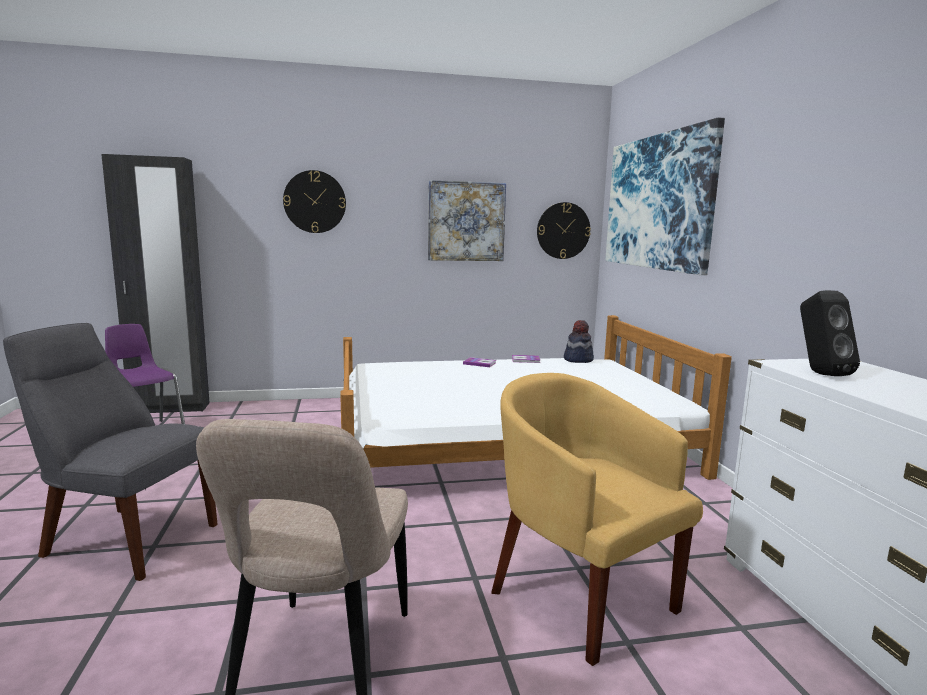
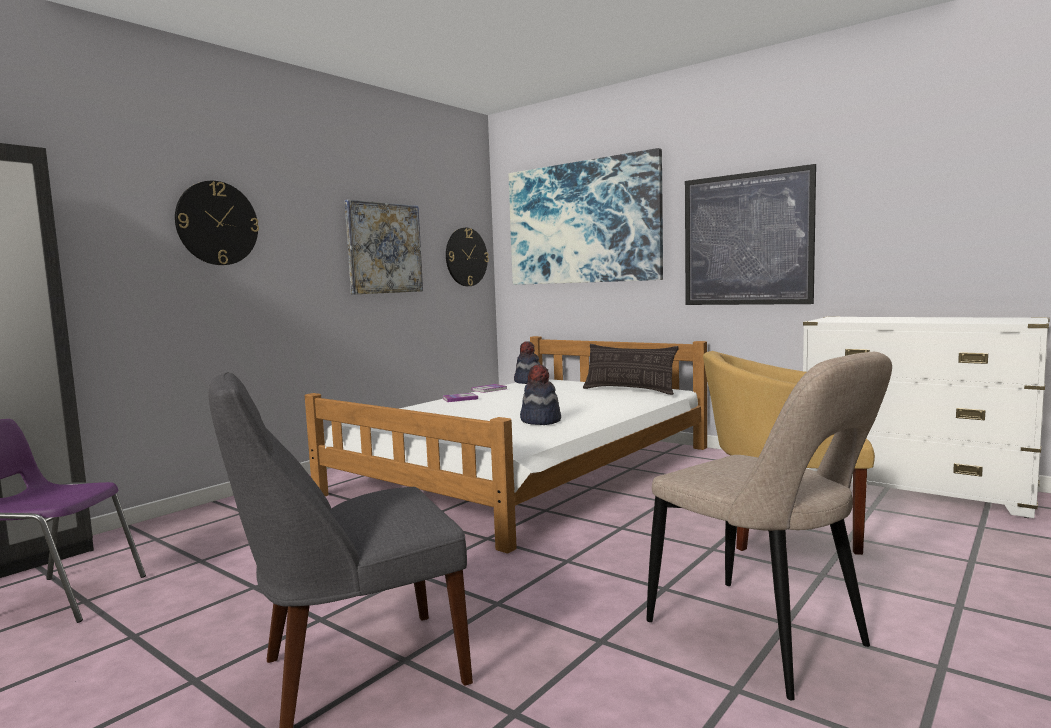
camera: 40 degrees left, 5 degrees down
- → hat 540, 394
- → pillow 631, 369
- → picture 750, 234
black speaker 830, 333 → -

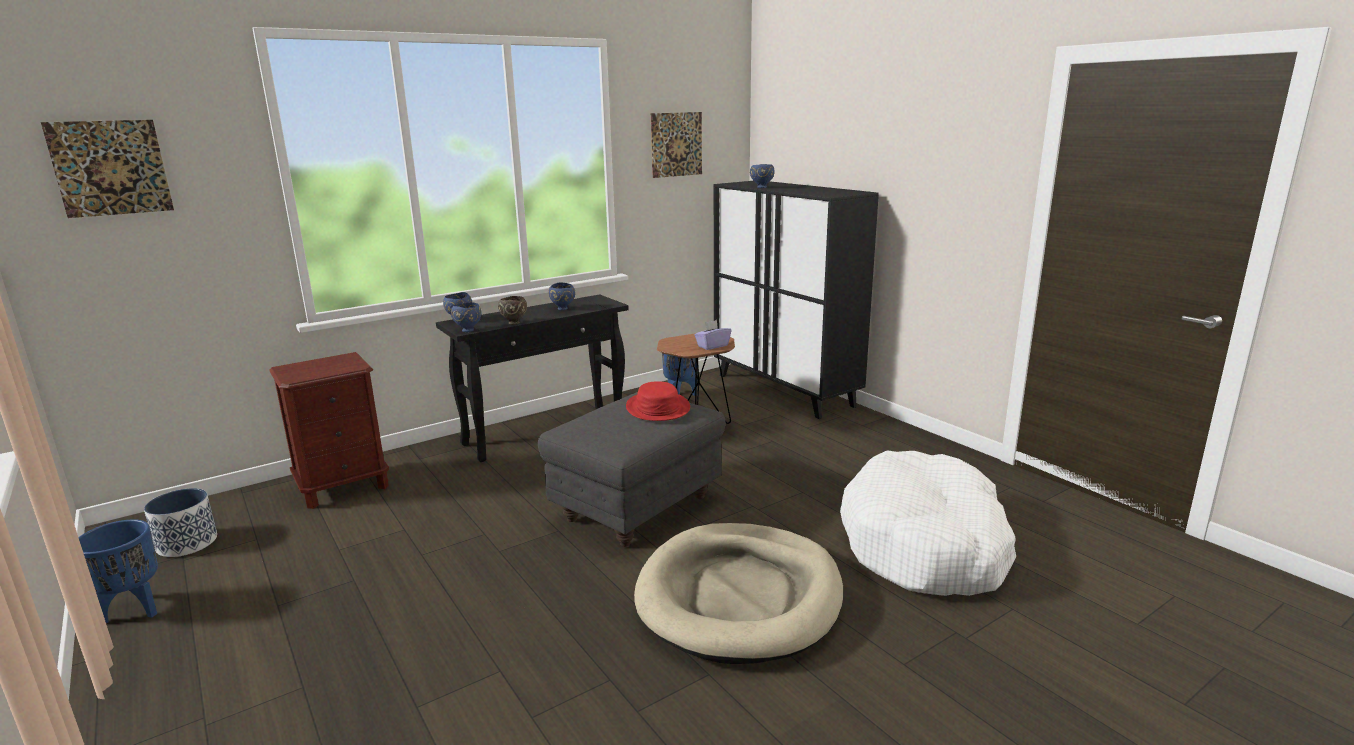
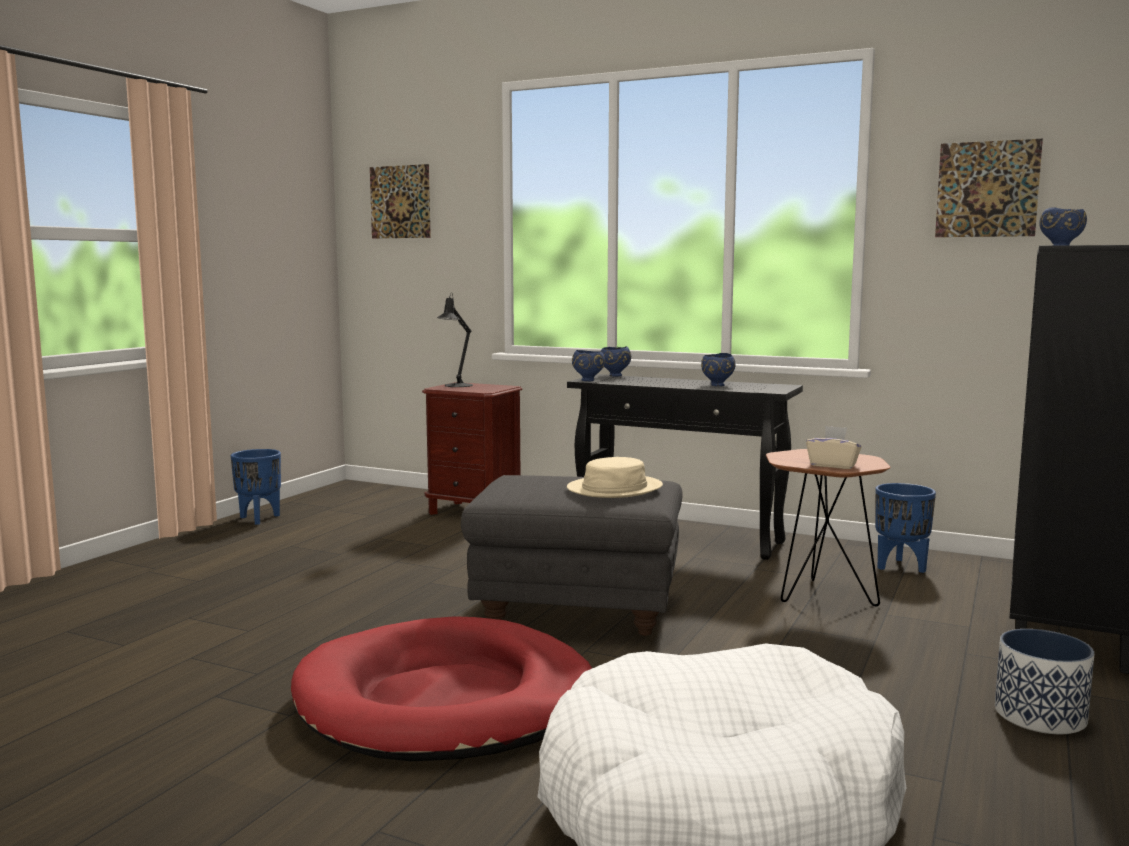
camera: 60 degrees right, 10 degrees down
beige dog bed 738, 593 → red dog bed 441, 688
- → black table lamp 455, 340
red hat 658, 401 → beige hat 615, 477
purple tissue box 712, 335 → beige tissue box 834, 447
planter 180, 522 → planter 1044, 681, relocated
brown bowl 512, 310 → -

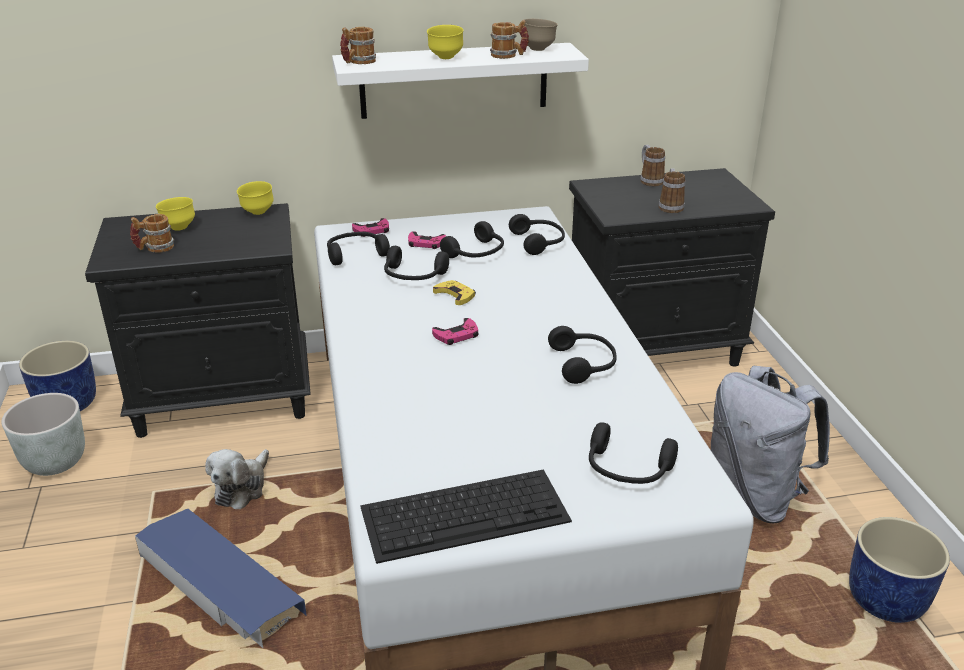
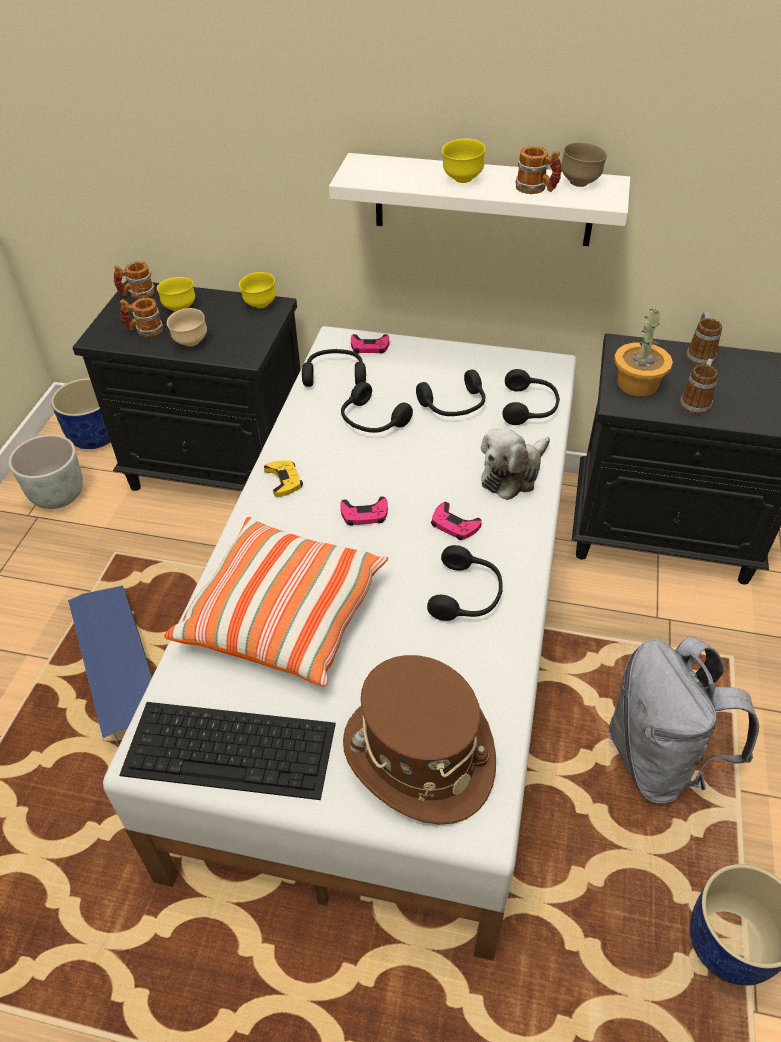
camera: 25 degrees right, 15 degrees up
mug 358, 45 → mug 134, 280, relocated
- → pillow 276, 601
- → beige bowl 187, 327
yellow game controller 454, 292 → yellow game controller 283, 478, relocated
black headphones 633, 453 → brown hat 419, 739
pink game controller 427, 240 → pink game controller 456, 521, relocated
plush toy 237, 479 → plush toy 515, 464, relocated
- → potted plant 643, 351

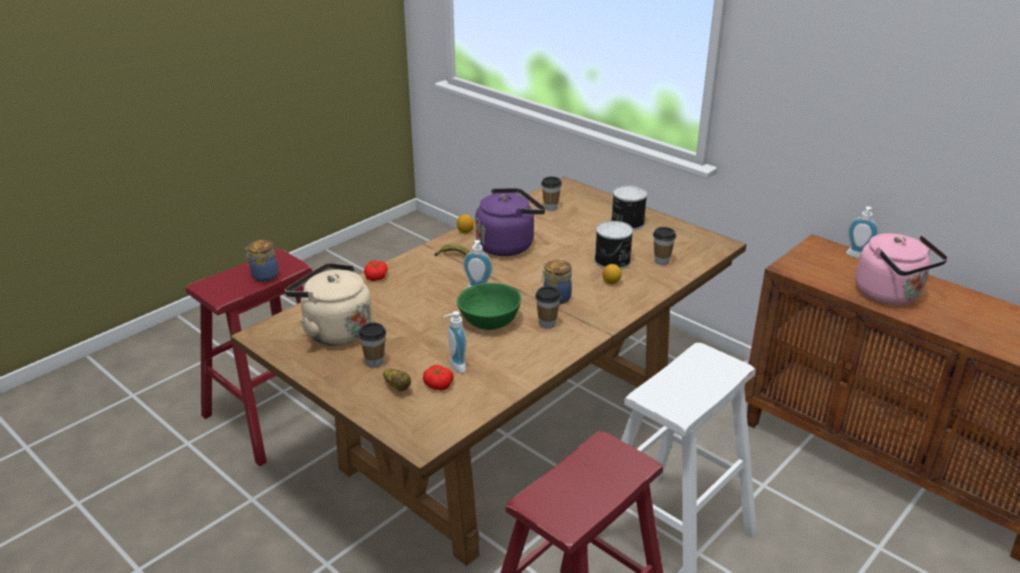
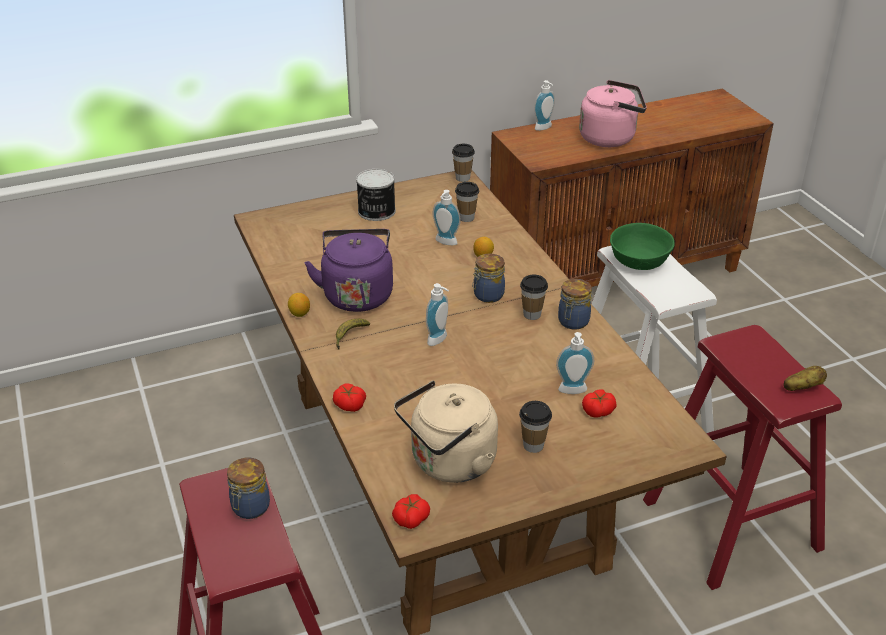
camera: 65 degrees left, 5 degrees up
- → tomato 411, 511
can 614, 245 → soap dispenser 447, 217
cup 551, 194 → cup 463, 163, relocated
- → jar 575, 304
green bowl 489, 306 → green bowl 642, 246, relocated
potato 397, 380 → potato 805, 378, relocated

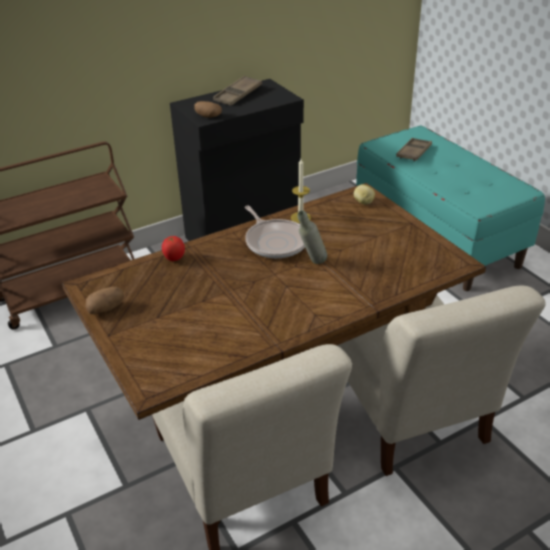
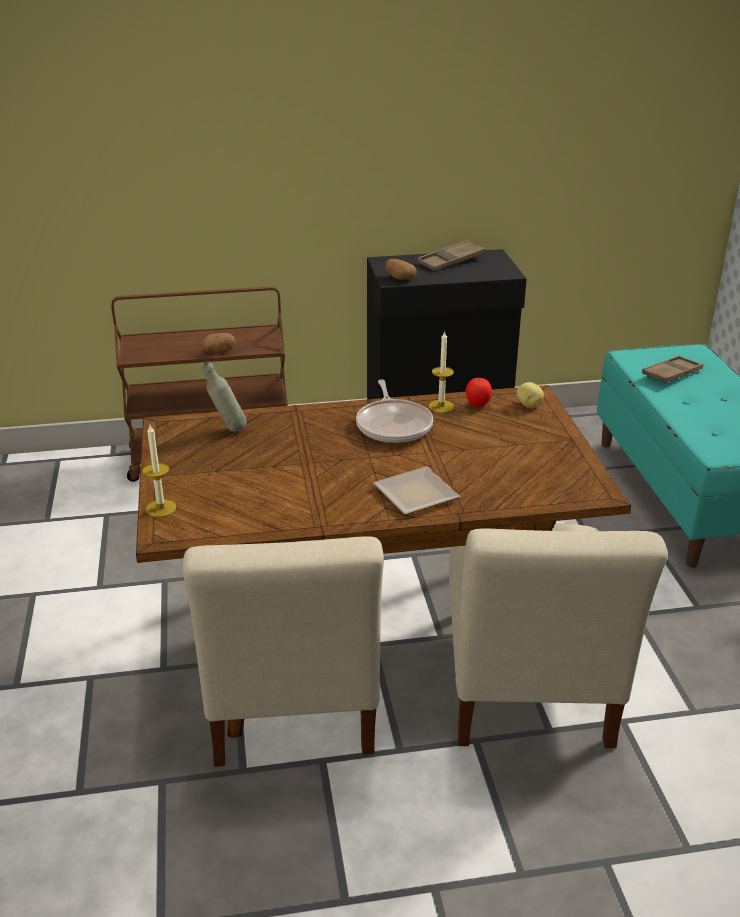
camera: 20 degrees right, 5 degrees down
- → candle 159, 471
potato 104, 300 → potato 218, 342, relocated
grey bottle 312, 237 → grey bottle 224, 396, relocated
- → plate 416, 491
tomato 173, 248 → tomato 479, 392, relocated

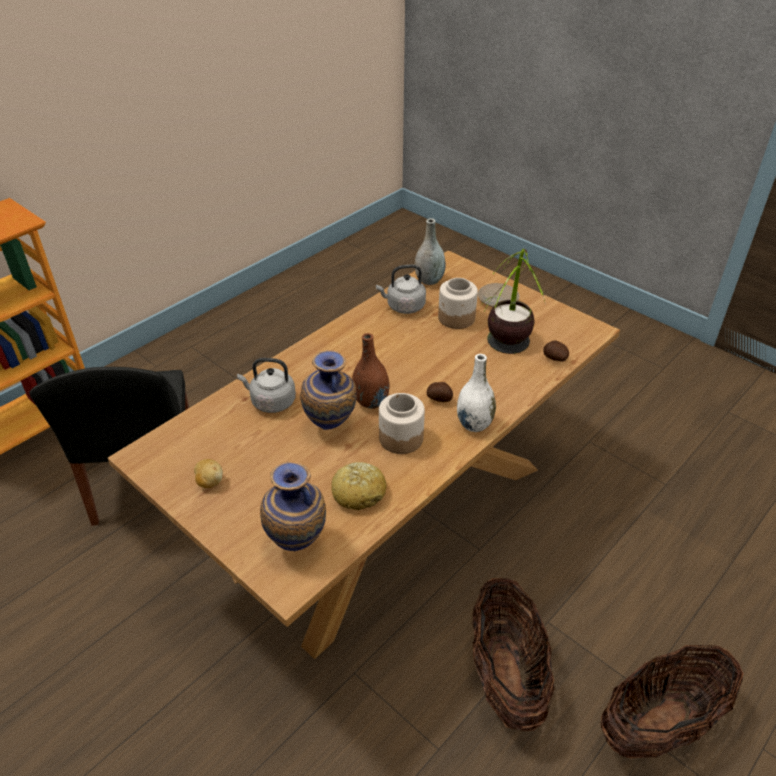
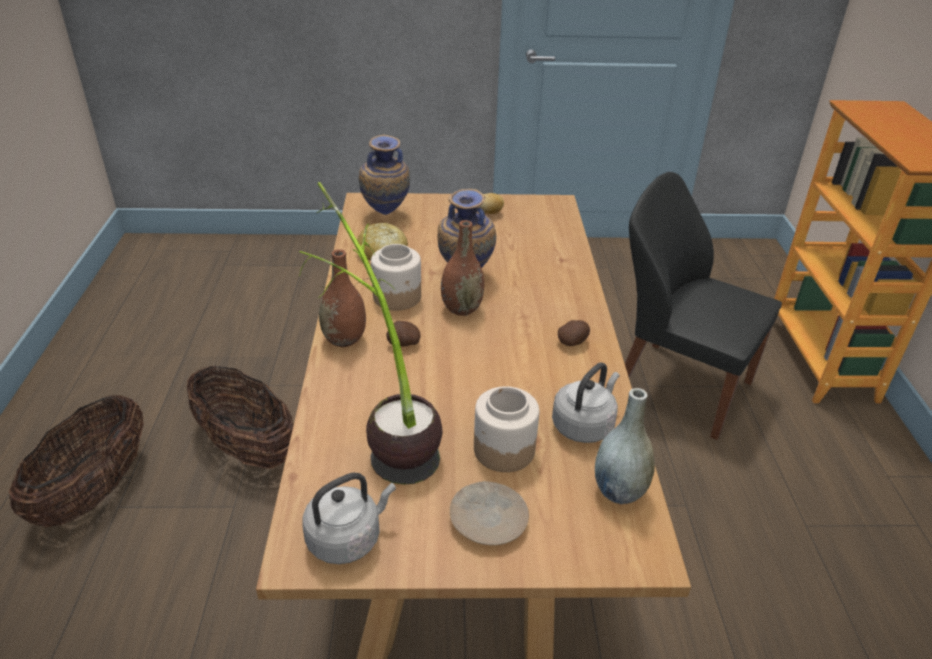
camera: 135 degrees right, 5 degrees down
grey kettle 266, 385 → grey kettle 349, 518, relocated
white vase 476, 393 → brown vase 342, 298
potato 556, 351 → potato 574, 333, relocated

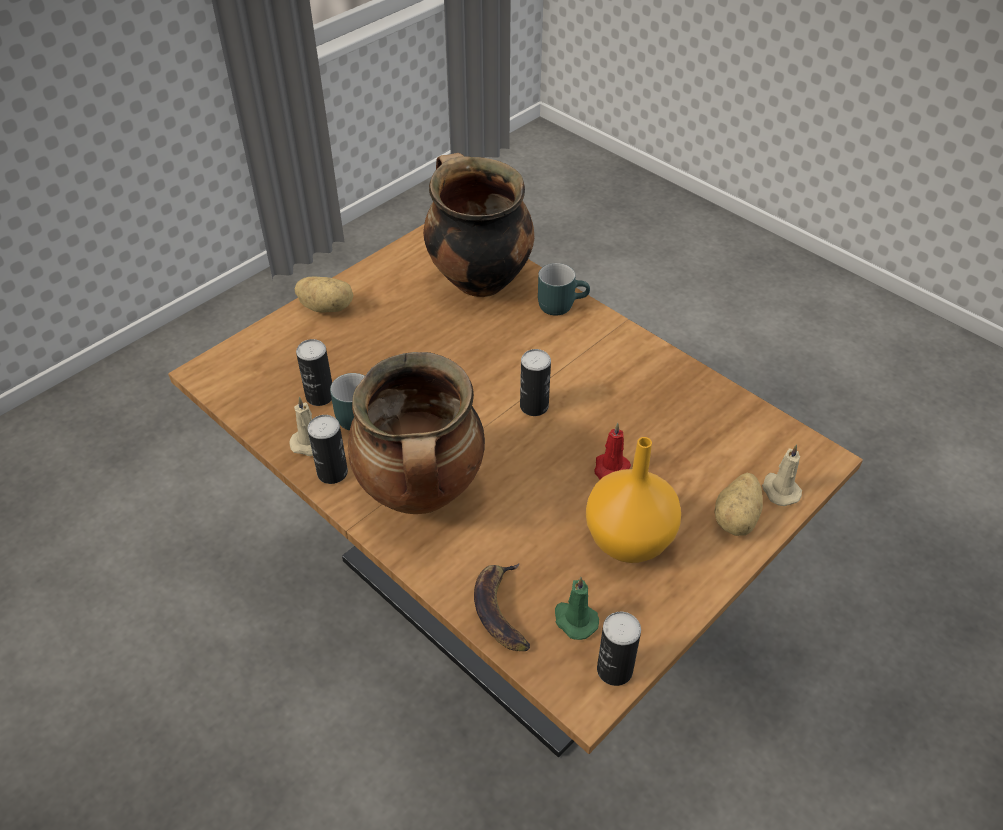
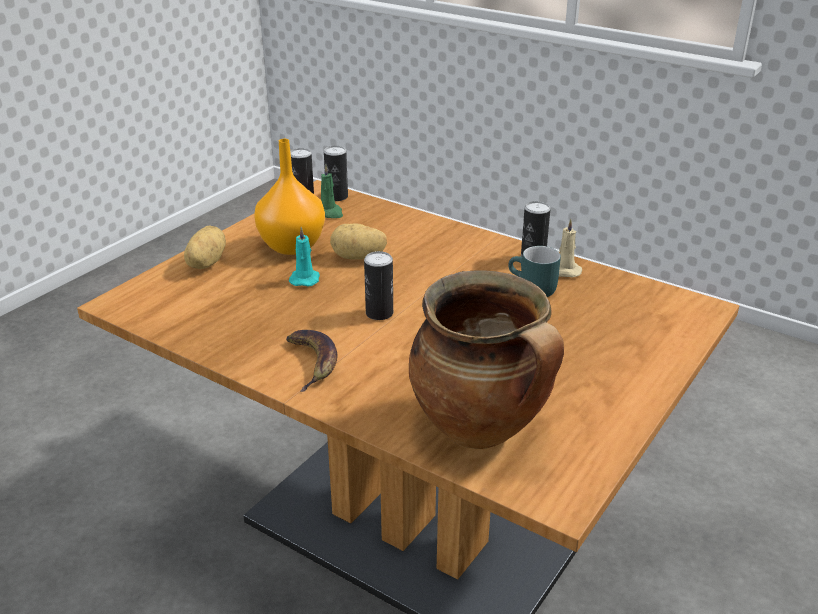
camera: 170 degrees right, 15 degrees down
banana 502, 607 → banana 311, 361, relocated
red candle 613, 451 → turquoise candle 304, 257
can 314, 372 → can 336, 173, relocated
potato 324, 294 → potato 358, 241, relocated
cooking pot 416, 433 → -
turquoise mug 564, 289 → -
beige candle 782, 475 → -

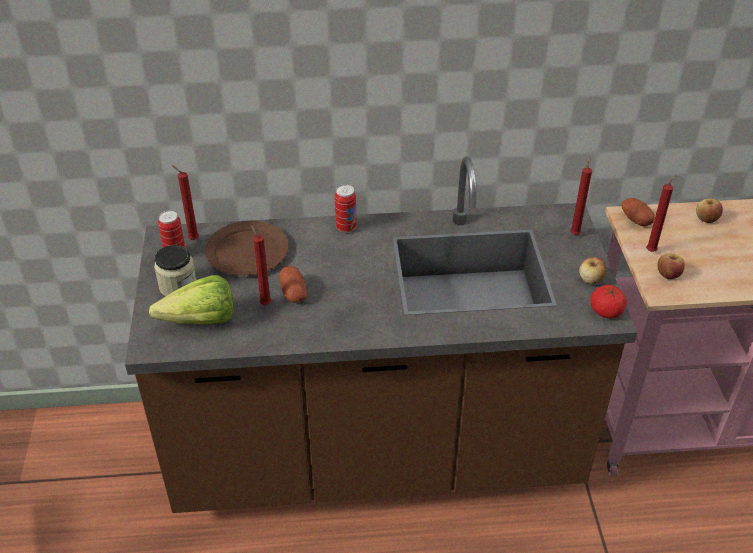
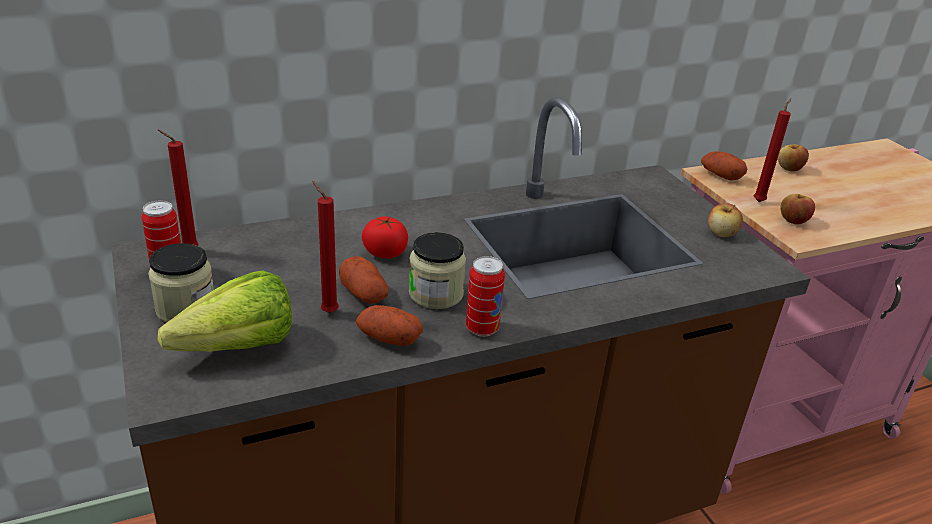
camera: 20 degrees left, 10 degrees down
- → potato 389, 325
tomato 608, 302 → tomato 385, 237, relocated
- → jar 437, 270
can 346, 209 → can 485, 296, relocated
brown plate 247, 248 → -
red candle 581, 196 → -

